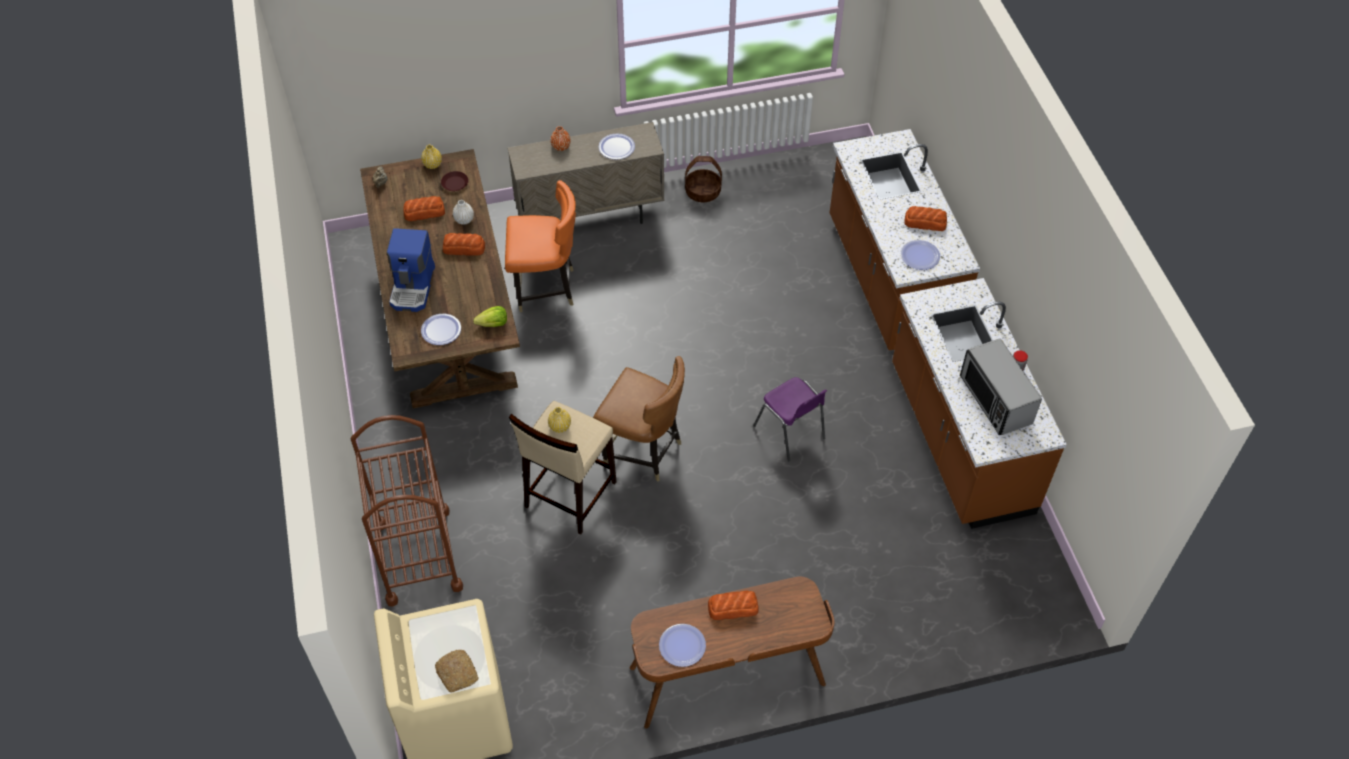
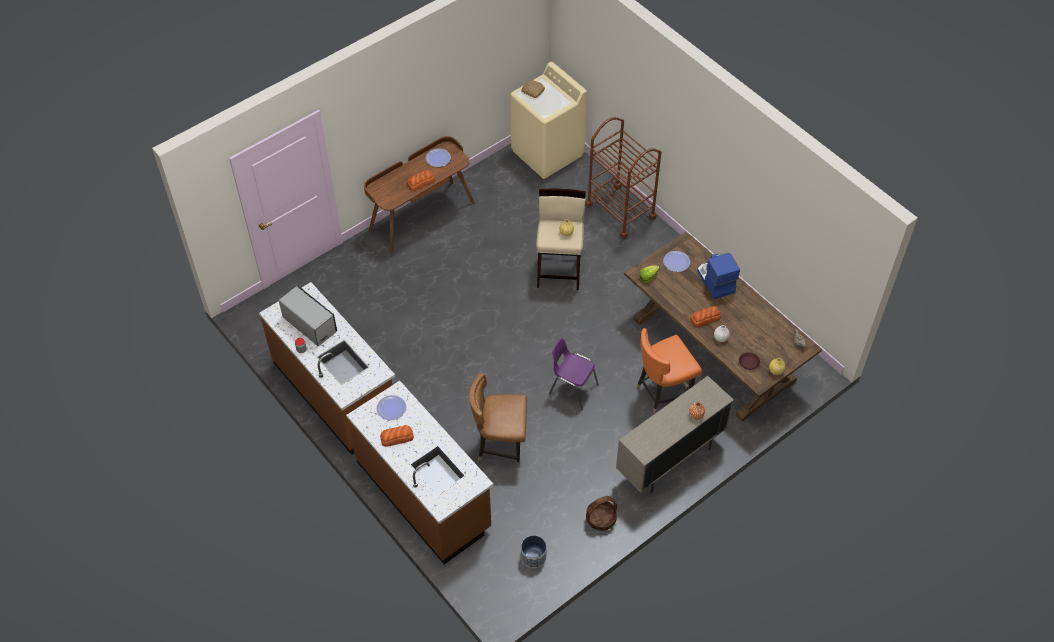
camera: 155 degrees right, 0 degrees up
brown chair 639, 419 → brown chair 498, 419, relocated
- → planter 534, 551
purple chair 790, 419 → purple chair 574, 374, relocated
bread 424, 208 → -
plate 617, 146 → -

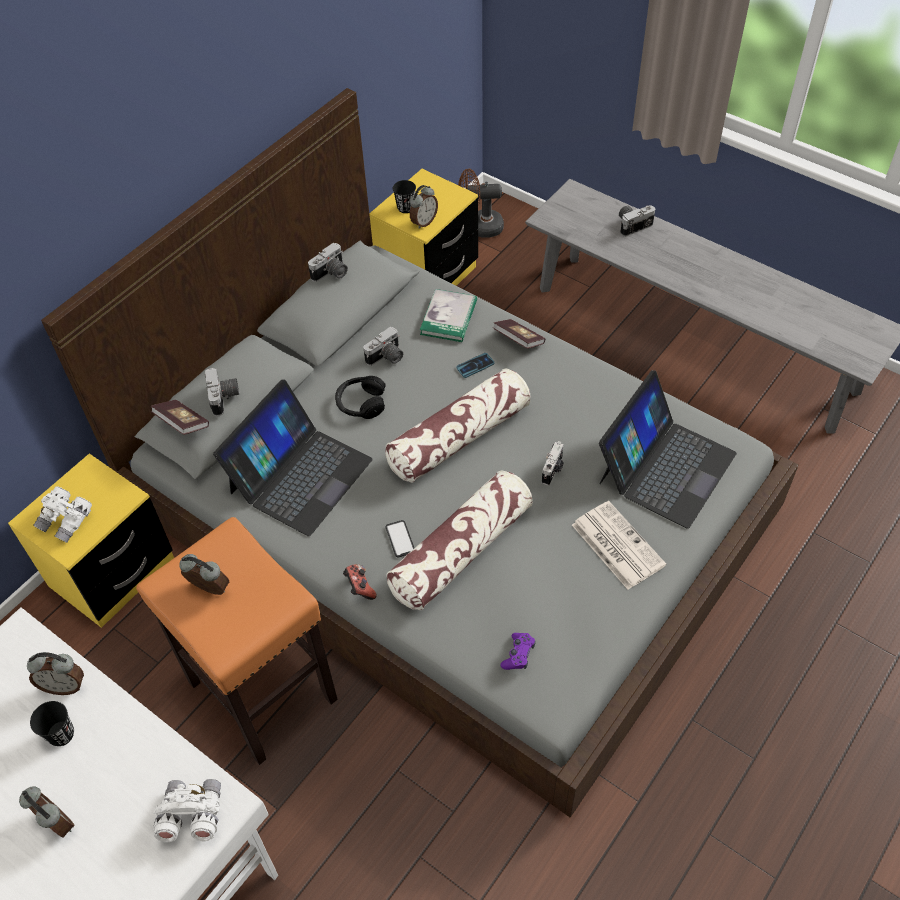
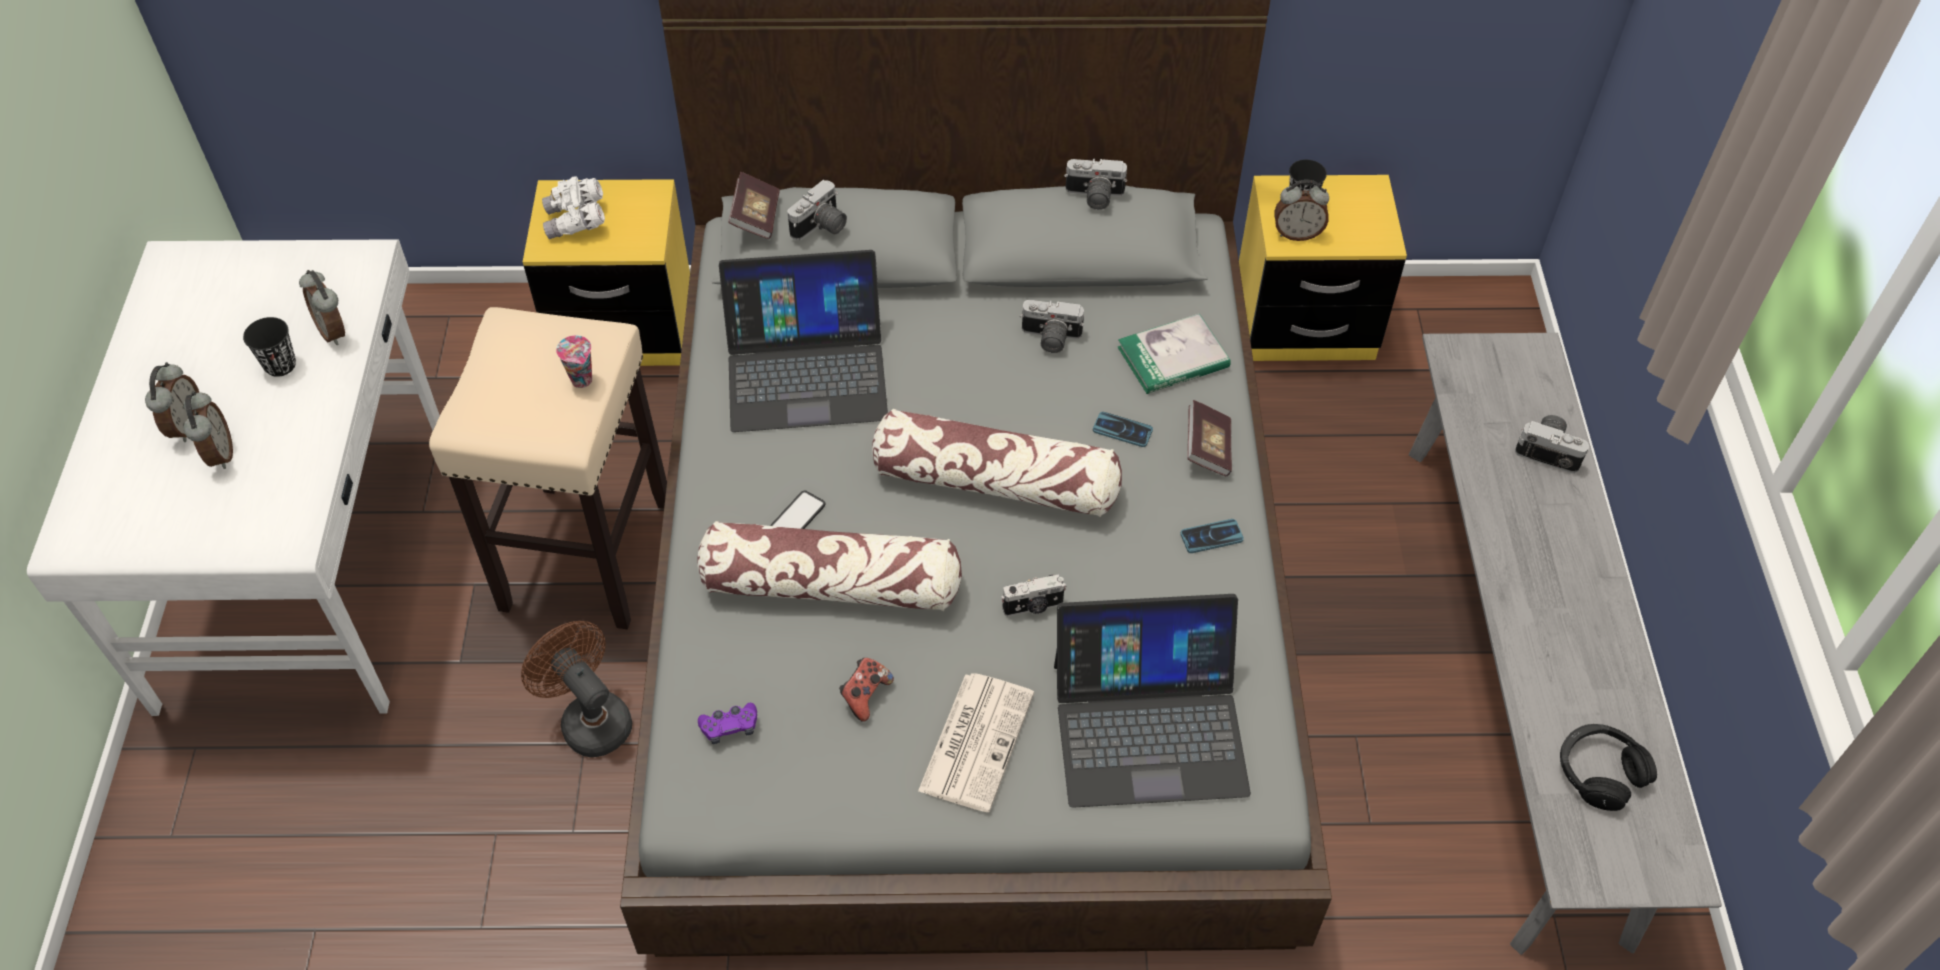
camera: 50 degrees right, 0 degrees up
alarm clock 204, 574 → alarm clock 208, 430, relocated
orange stool 237, 641 → beige stool 548, 468
brown fan 481, 203 → brown fan 576, 689, relocated
- → cup 574, 361
game controller 360, 582 → game controller 866, 690, relocated
- → phone 1212, 536
black headphones 360, 397 → black headphones 1608, 767, relocated
white binoculars 187, 811 → -

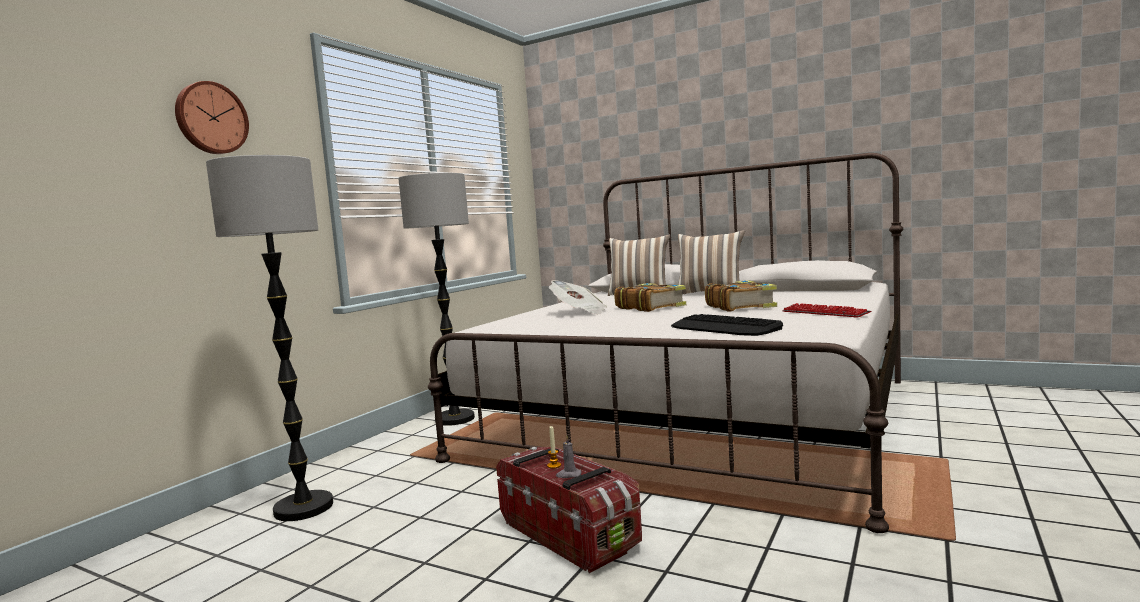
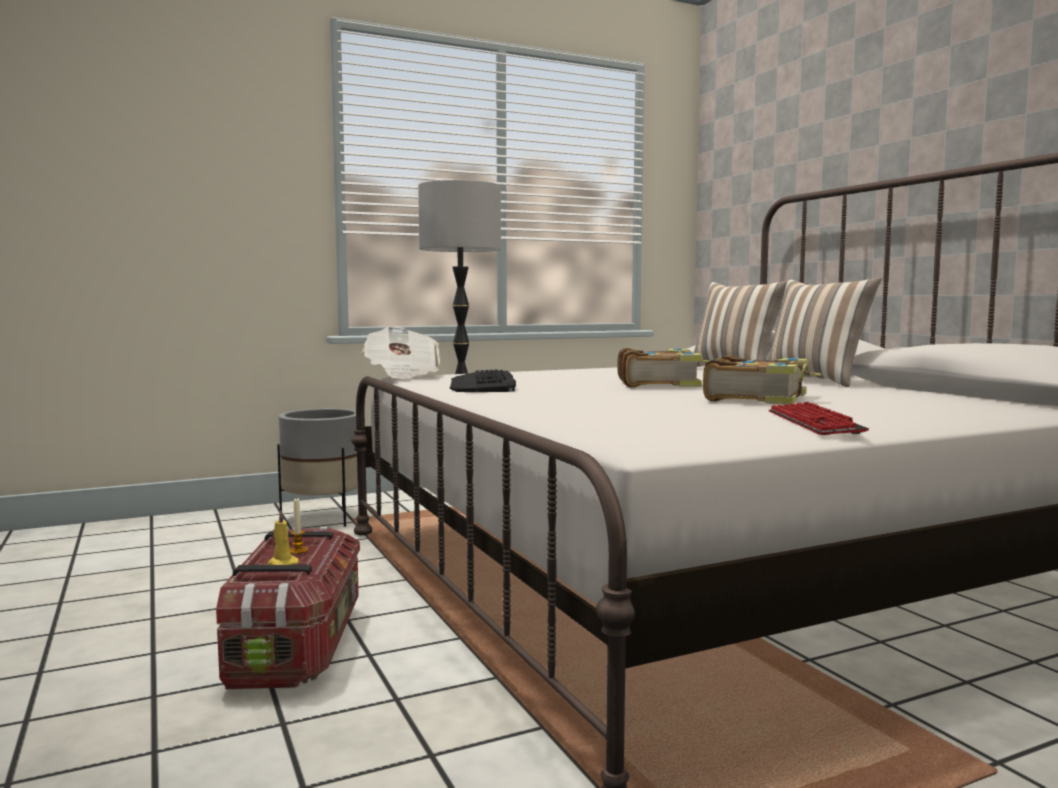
camera: 35 degrees right, 0 degrees up
grey candle 568, 457 → yellow candle 283, 537
- → grey planter 317, 467
newspaper 578, 297 → newspaper 401, 353, relocated
keyboard 727, 325 → keyboard 483, 380, relocated
wall clock 212, 117 → -
floor lamp 269, 338 → -

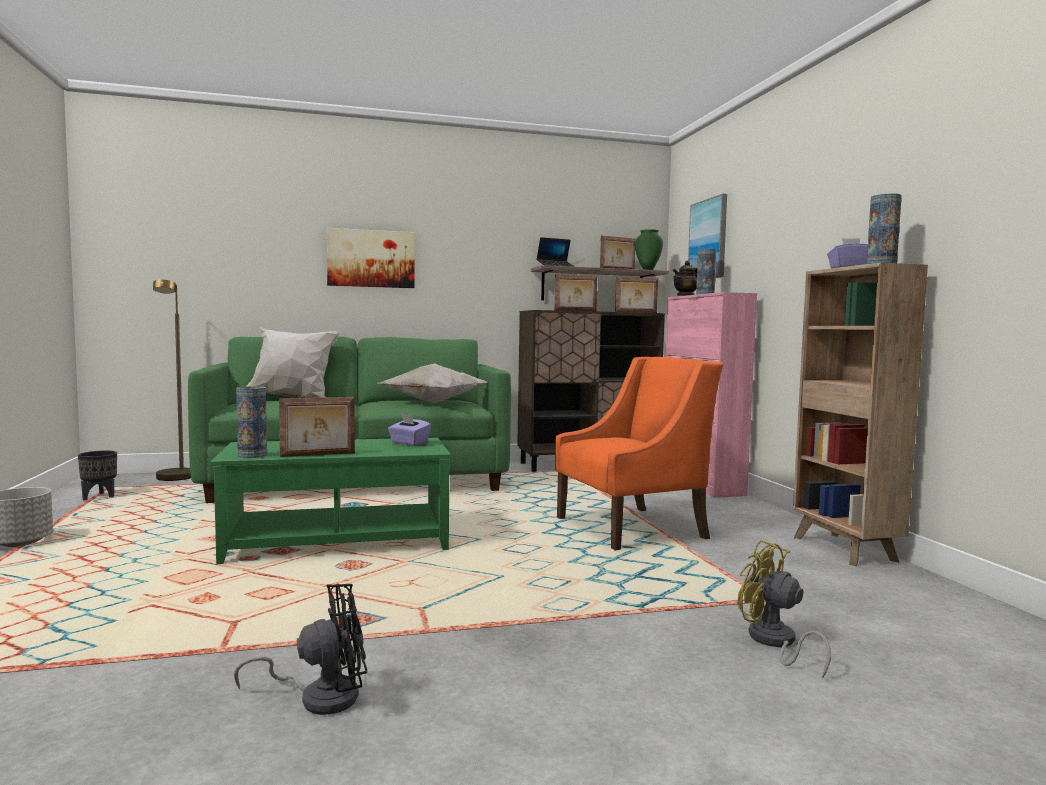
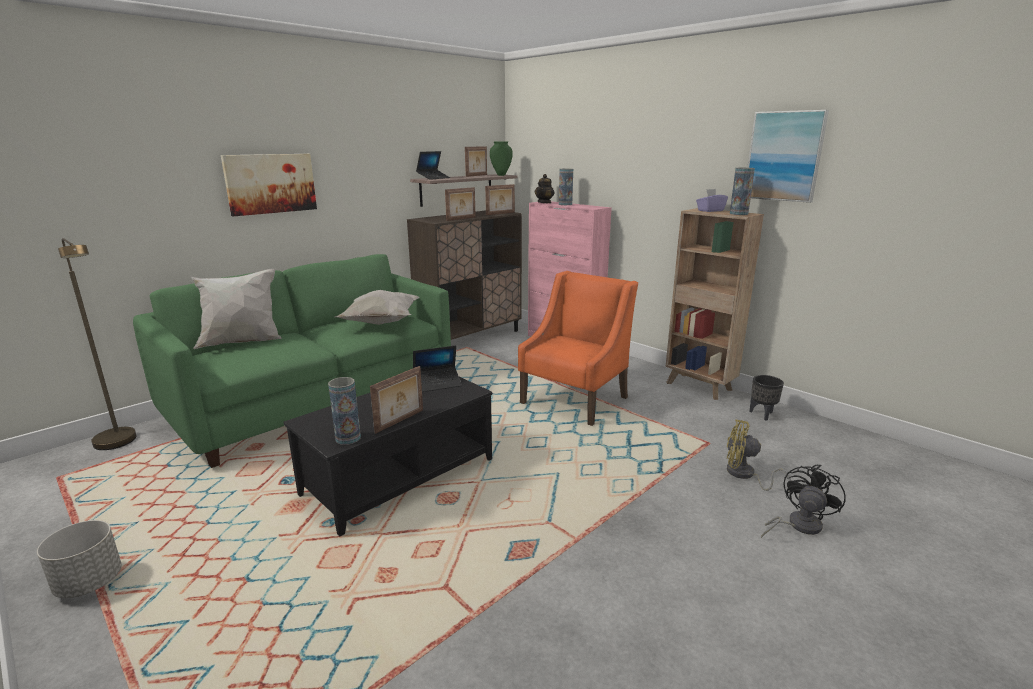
camera: 30 degrees left, 15 degrees up
green coffee table 331, 501 → black coffee table 387, 456
purple tissue box 409, 429 → laptop 437, 368
picture 707, 236 → picture 788, 156, relocated
black planter 97, 476 → black planter 766, 398, relocated
black fan 300, 649 → black fan 803, 501, relocated

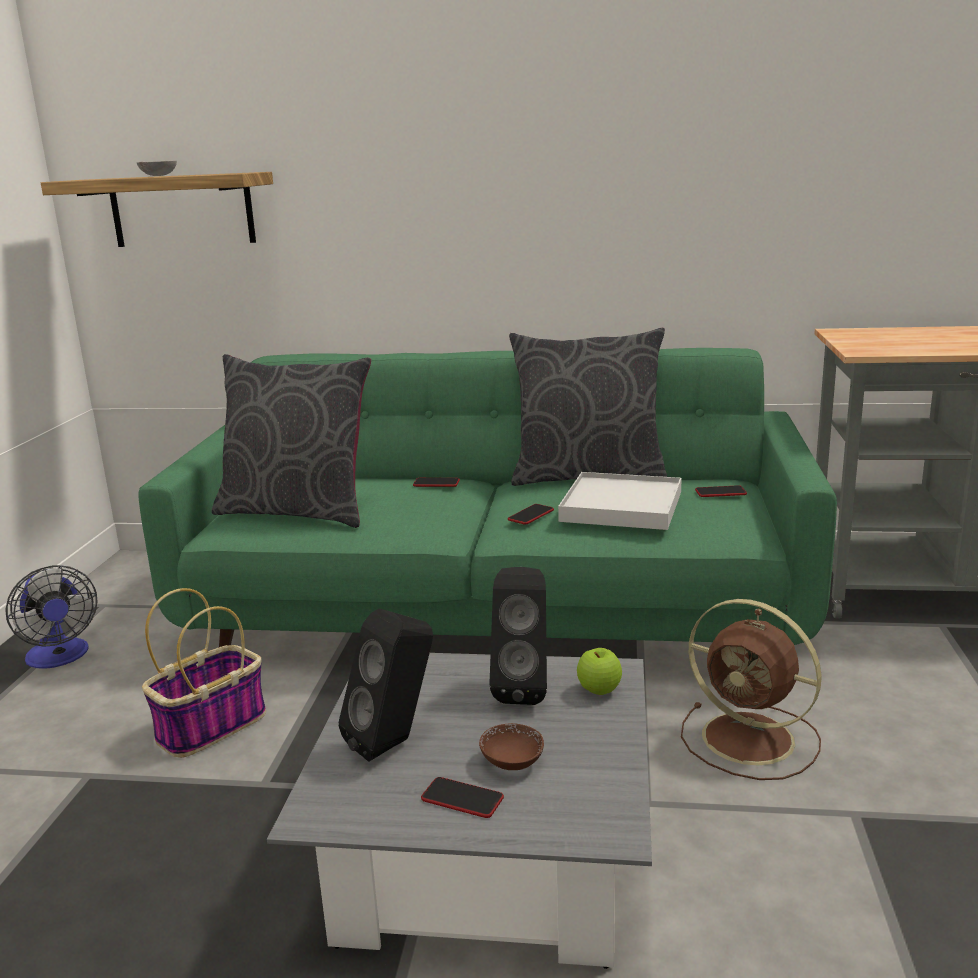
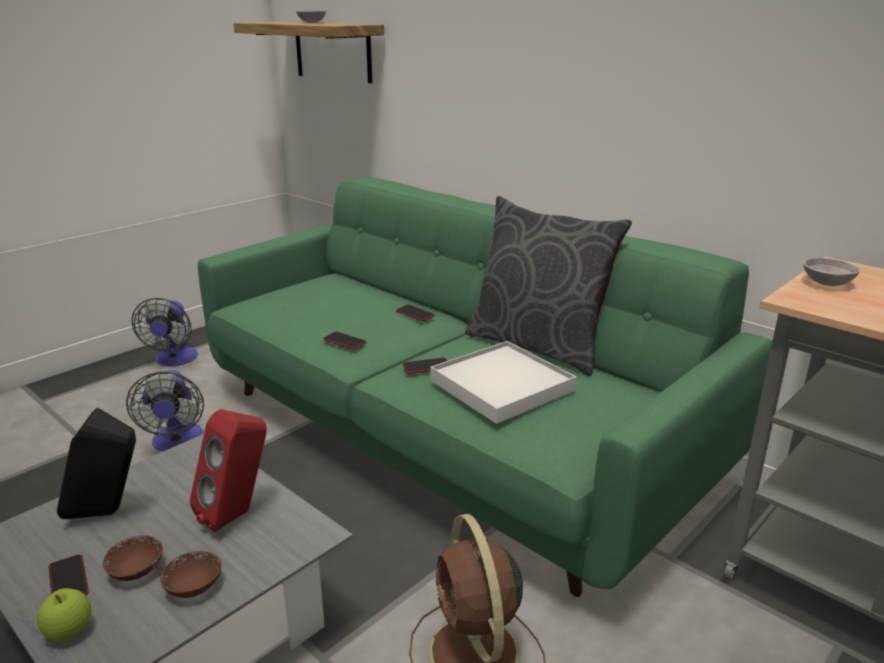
camera: 35 degrees right, 5 degrees up
apple 599, 671 → apple 64, 614, relocated
basket 204, 673 → fan 165, 410
- → brown bowl 191, 574
black speaker 518, 636 → red speaker 228, 470
phone 721, 491 → phone 345, 341, relocated
- → grey bowl 831, 272
grey pillow 291, 441 → -

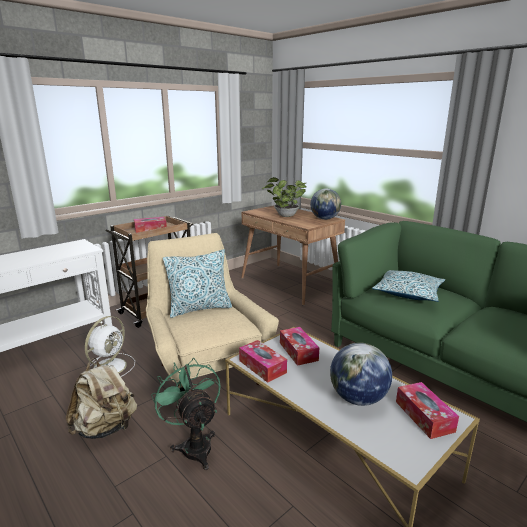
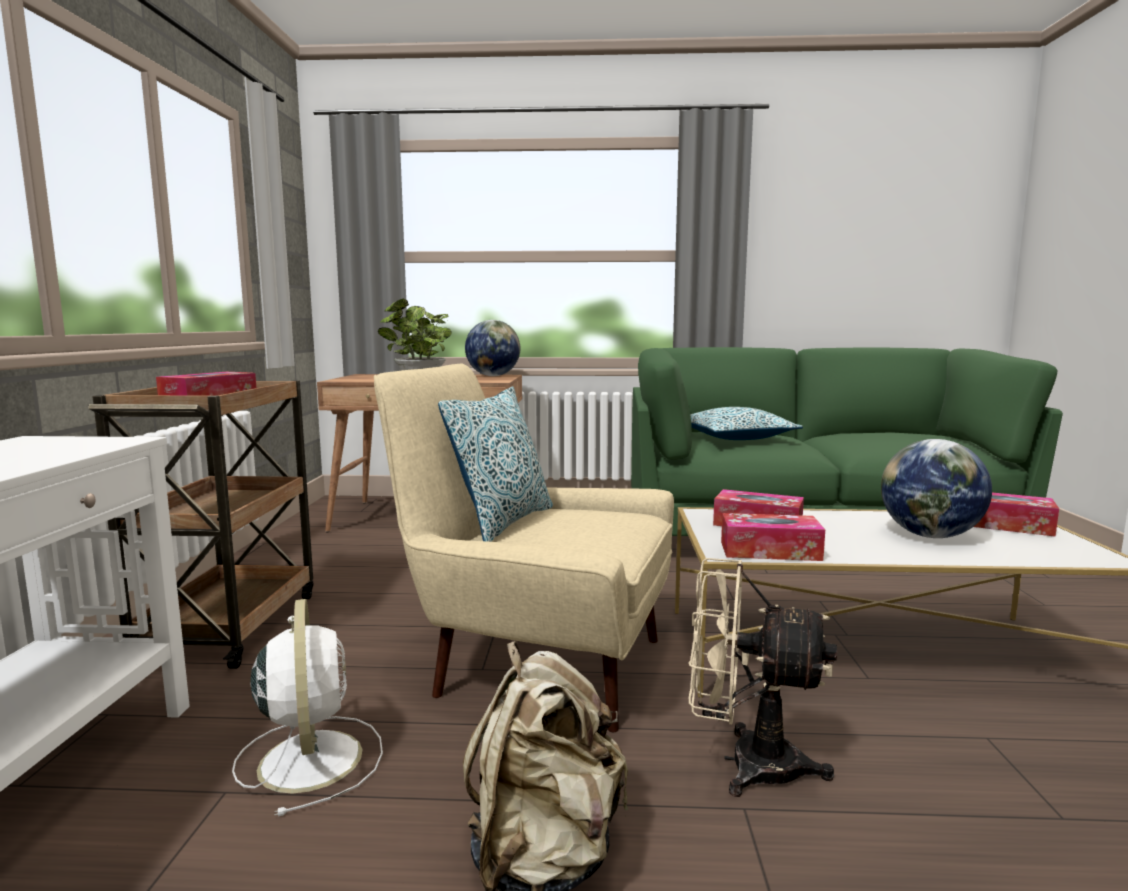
camera: 45 degrees left, 10 degrees down
green fan 186, 414 → beige fan 763, 677

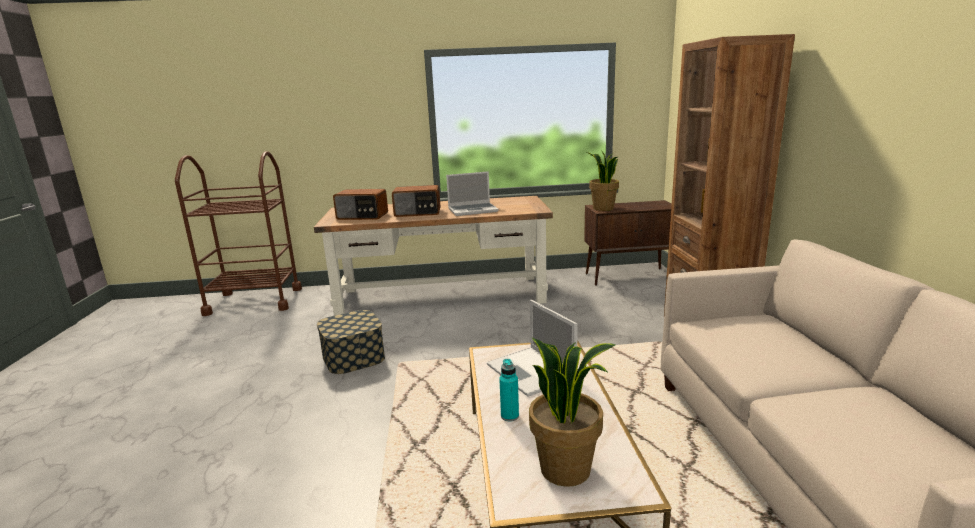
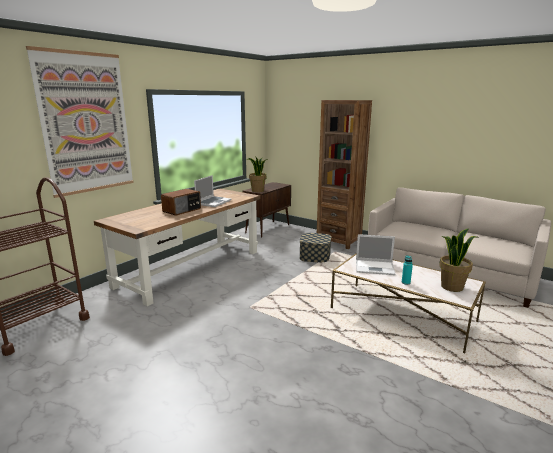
camera: 50 degrees left, 0 degrees up
- → picture 80, 122
storage box 351, 342 → storage box 316, 248, relocated
radio 360, 204 → -

